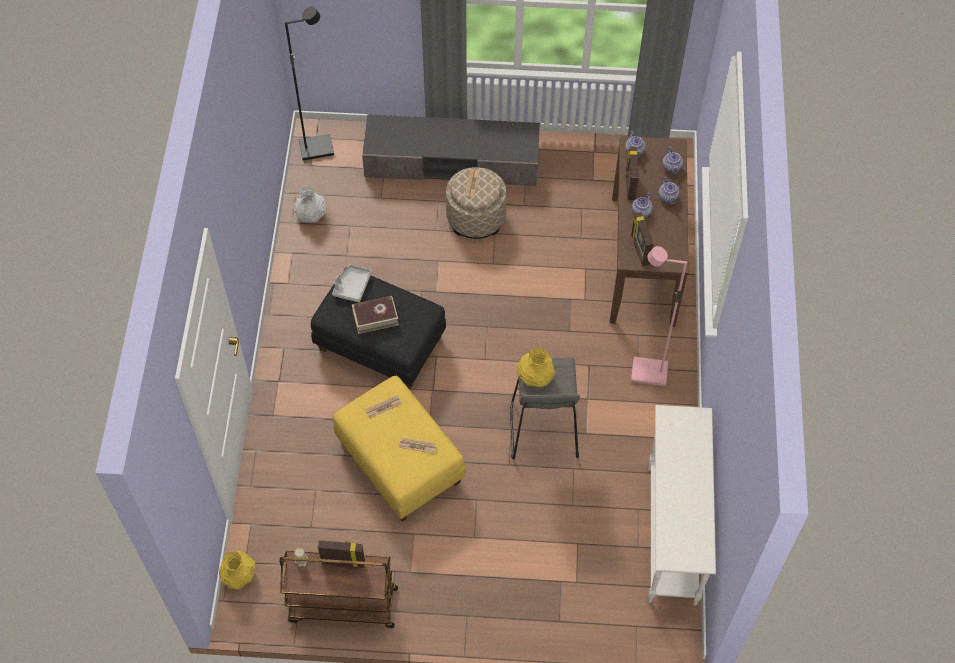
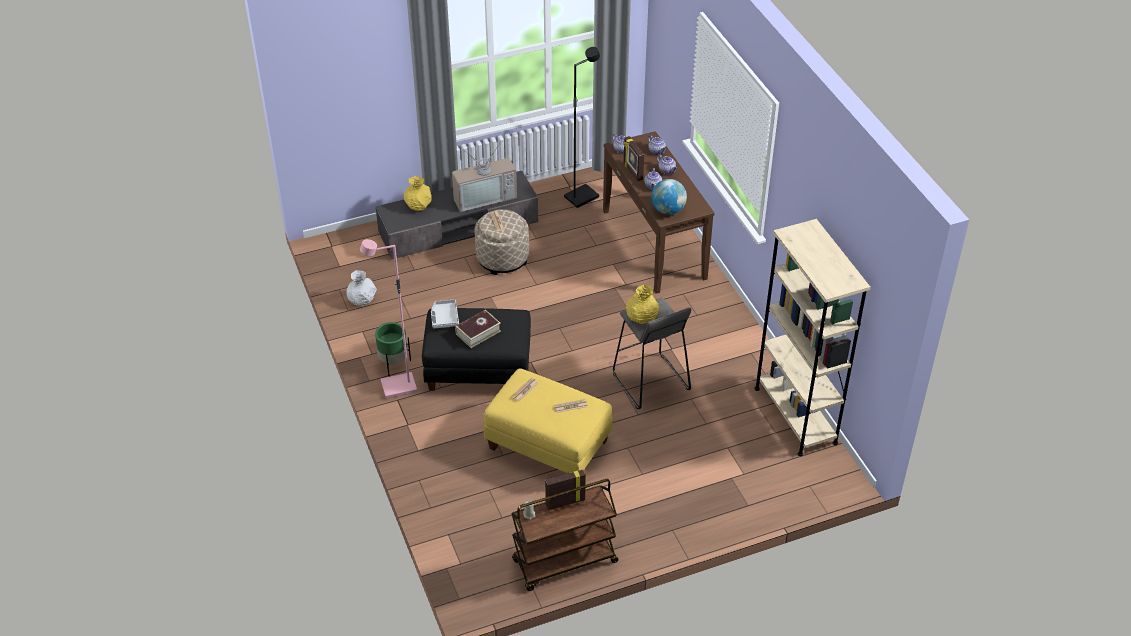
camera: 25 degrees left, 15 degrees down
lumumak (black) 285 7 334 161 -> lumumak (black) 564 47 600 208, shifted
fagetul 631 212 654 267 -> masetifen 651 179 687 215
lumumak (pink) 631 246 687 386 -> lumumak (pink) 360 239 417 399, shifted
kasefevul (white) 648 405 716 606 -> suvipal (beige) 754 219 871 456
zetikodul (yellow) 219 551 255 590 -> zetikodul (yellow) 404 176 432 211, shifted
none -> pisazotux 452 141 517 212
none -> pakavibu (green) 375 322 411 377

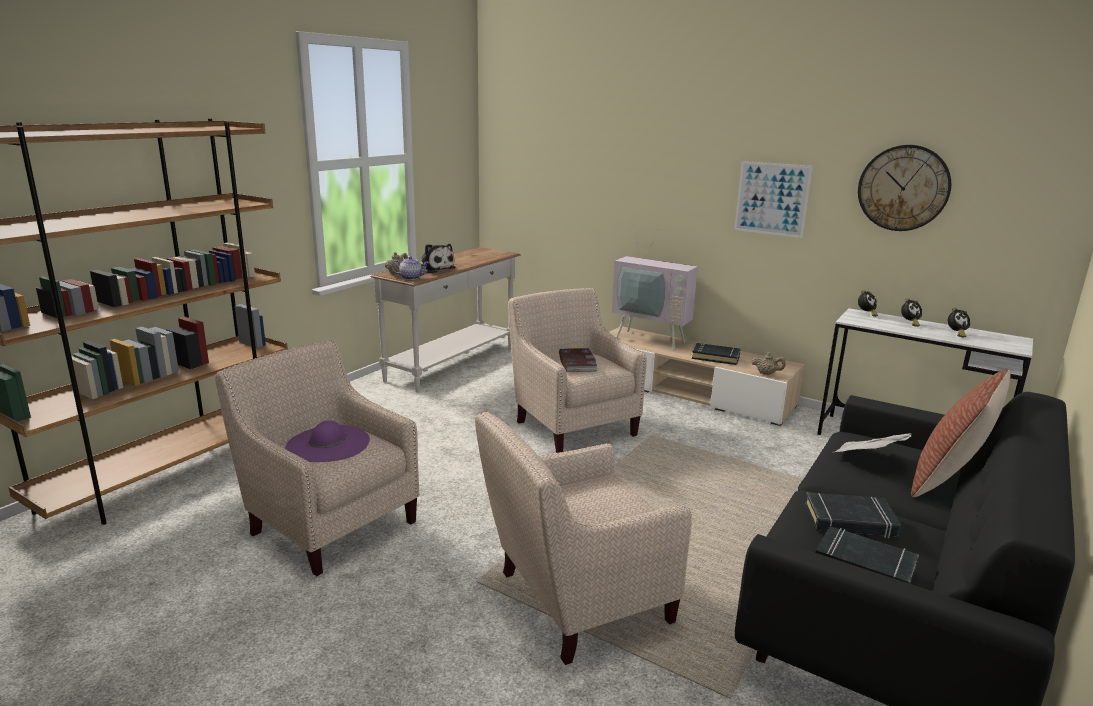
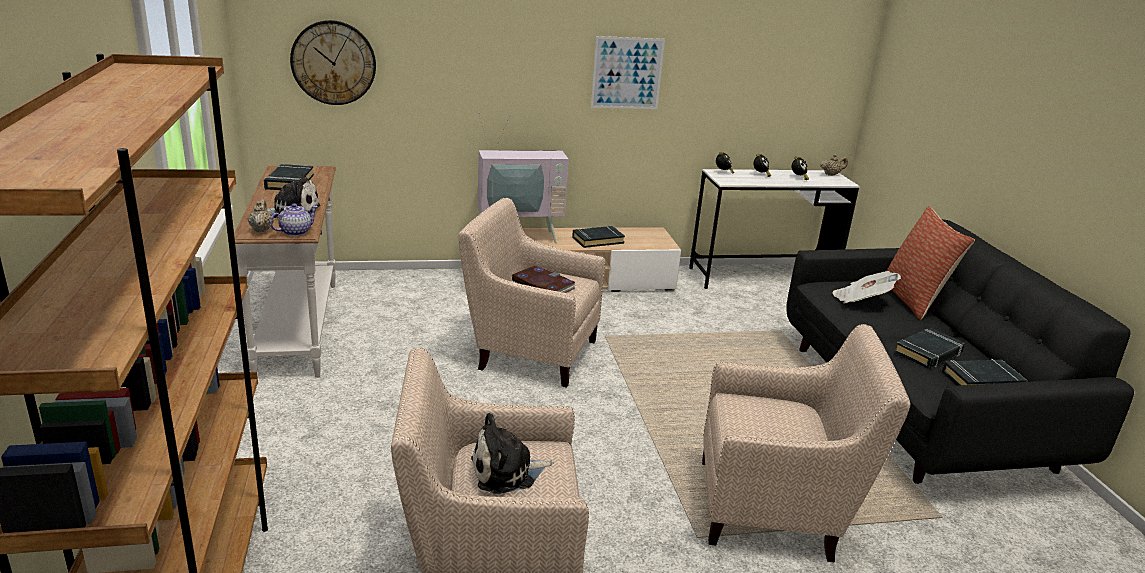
camera: 45 degrees left, 5 degrees up
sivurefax 858 145 951 231 -> sivurefax 290 20 376 105, shifted
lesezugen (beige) 752 352 785 375 -> lesezugen (beige) 820 154 848 176, shifted
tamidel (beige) 475 412 692 665 -> tamidel (beige) 702 324 910 562, 105 degrees counterclockwise
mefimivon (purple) 286 420 370 462 -> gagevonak 471 413 554 494
none -> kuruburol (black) 264 164 314 190

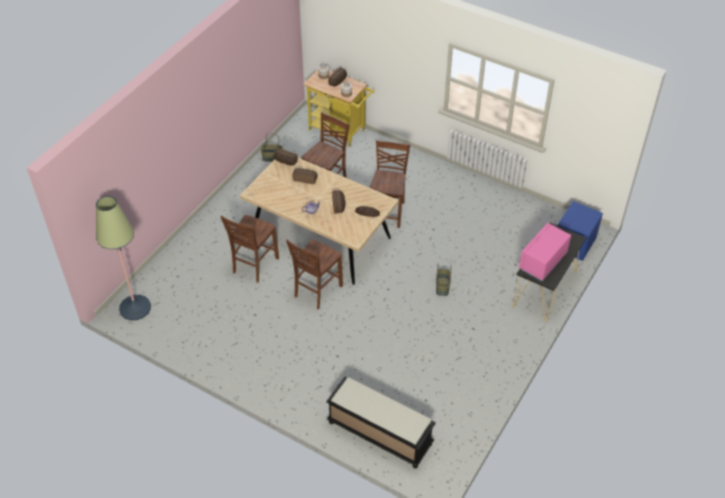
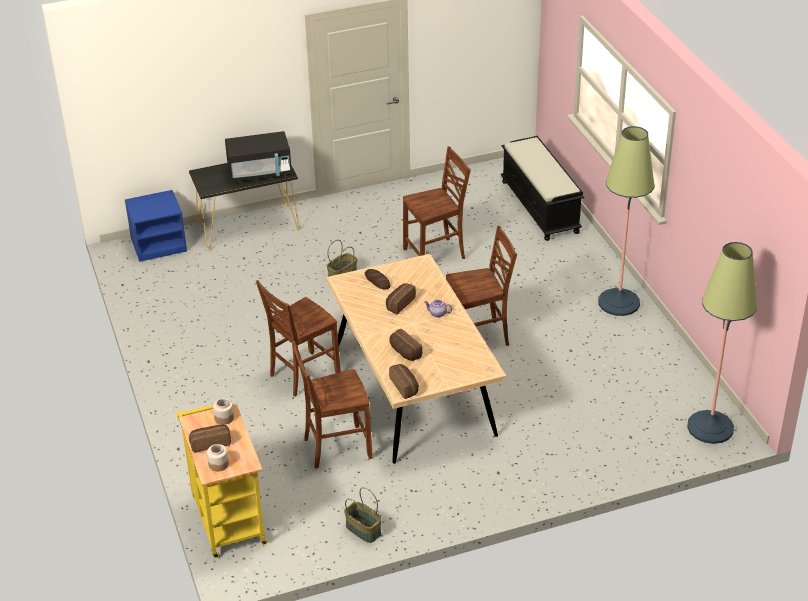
camera: 140 degrees left, 10 degrees down
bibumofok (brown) 221 215 279 283 -> bibumofok (brown) 403 146 471 259, shifted
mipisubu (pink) 519 223 571 281 -> mipisubu (black) 225 131 292 183
none -> lumumak 598 126 655 316

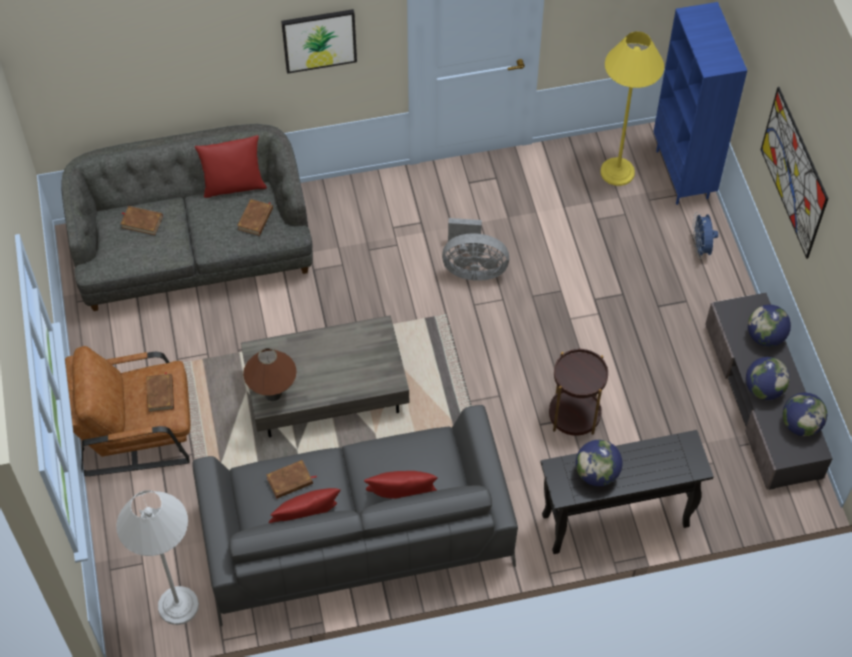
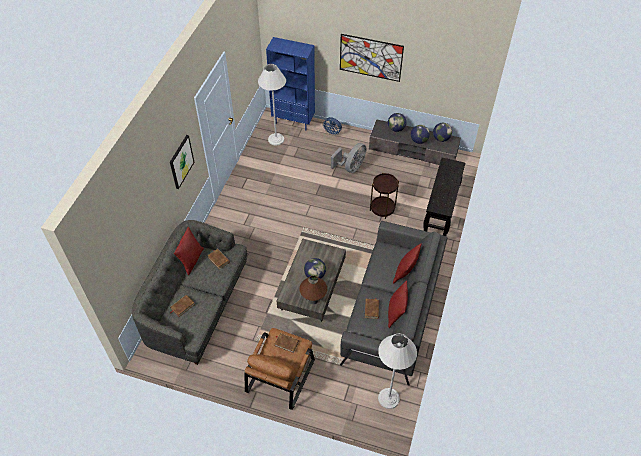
camera: 60 degrees left, 5 degrees down
lumumak (yellow) 600 31 664 186 -> lumumak (white) 258 64 286 145
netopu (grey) 442 218 509 281 -> netopu (grey) 331 143 366 173, shifted
masetifen 576 440 622 486 -> masetifen 304 258 326 280, shifted

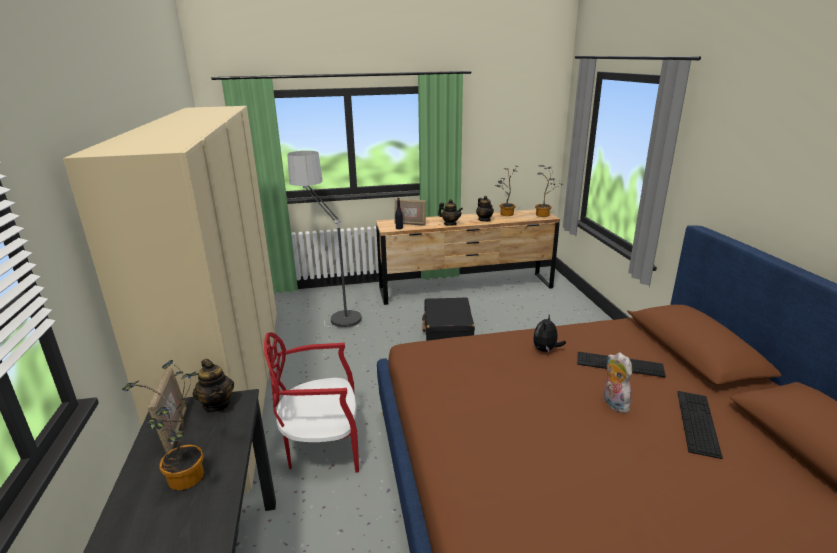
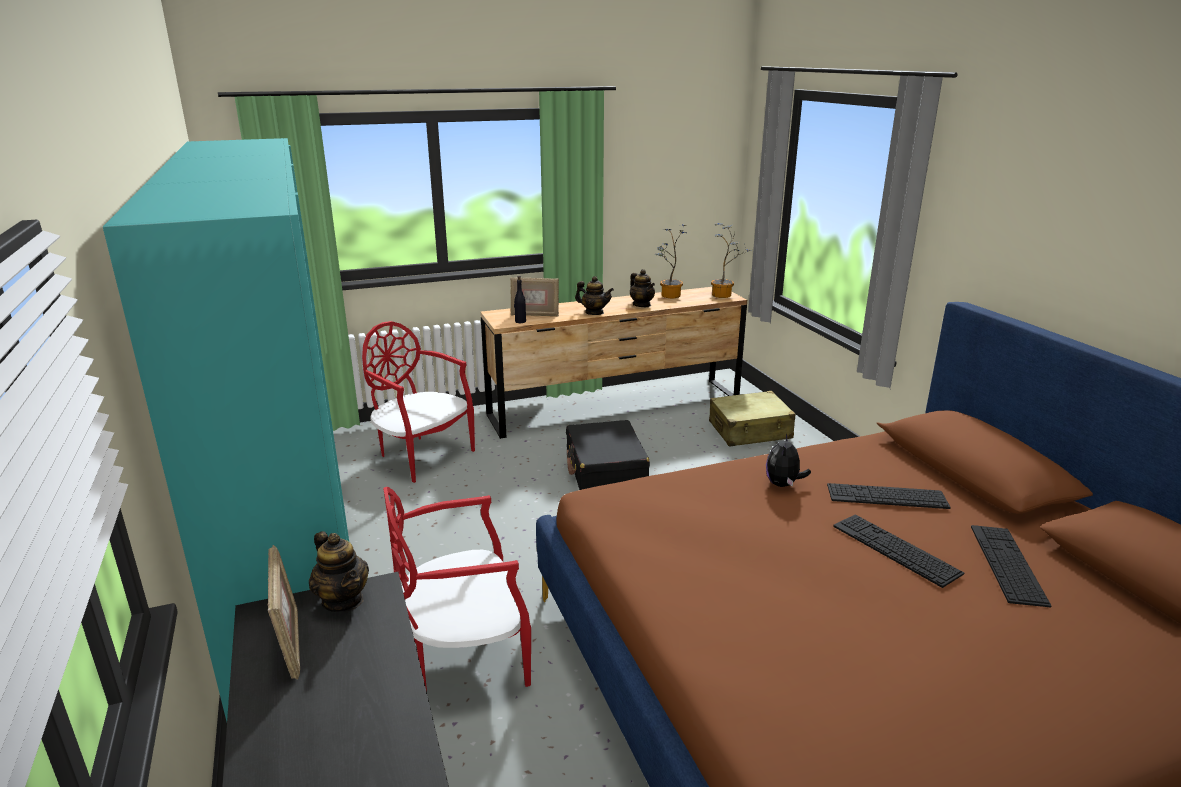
camera: 10 degrees left, 0 degrees up
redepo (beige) 63 106 277 494 -> redepo (turquoise) 103 138 349 721
lumumak 287 151 362 329 -> bibumofok (red) 362 321 475 483
gagevonak 604 352 632 413 -> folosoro 833 515 964 588
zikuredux 122 360 204 490 -> none
none -> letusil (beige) 709 391 796 447

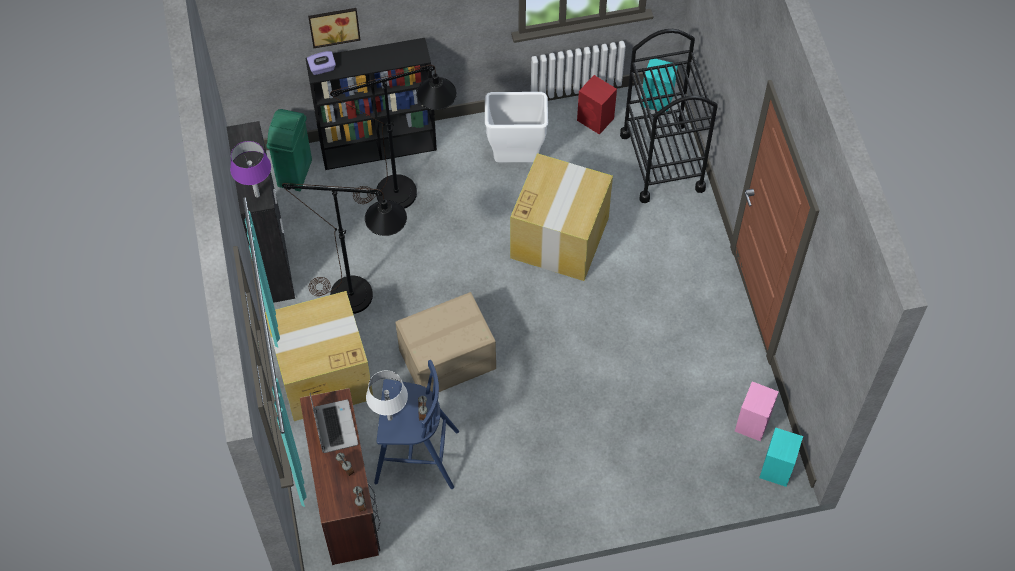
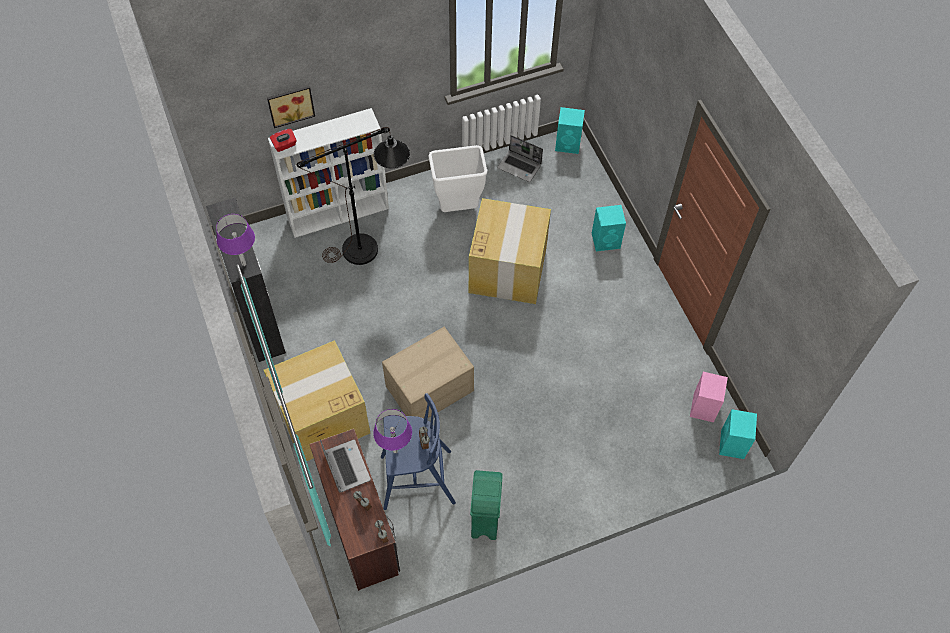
camera: 10 degrees left, 0 degrees up
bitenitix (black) 620 29 718 203 -> none
suvipal (black) 306 38 437 170 -> suvipal (white) 268 108 389 238
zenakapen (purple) 307 51 336 75 -> zenakapen (red) 270 129 297 152
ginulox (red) 577 75 617 135 -> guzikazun 498 135 543 182
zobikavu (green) 267 109 312 191 -> zobikavu (green) 470 470 503 540, shifted
lumumak (black) 282 183 407 314 -> none
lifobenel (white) 366 371 408 421 -> lifobenel (purple) 373 409 412 453
none -> ginulox (turquoise) 592 205 626 251

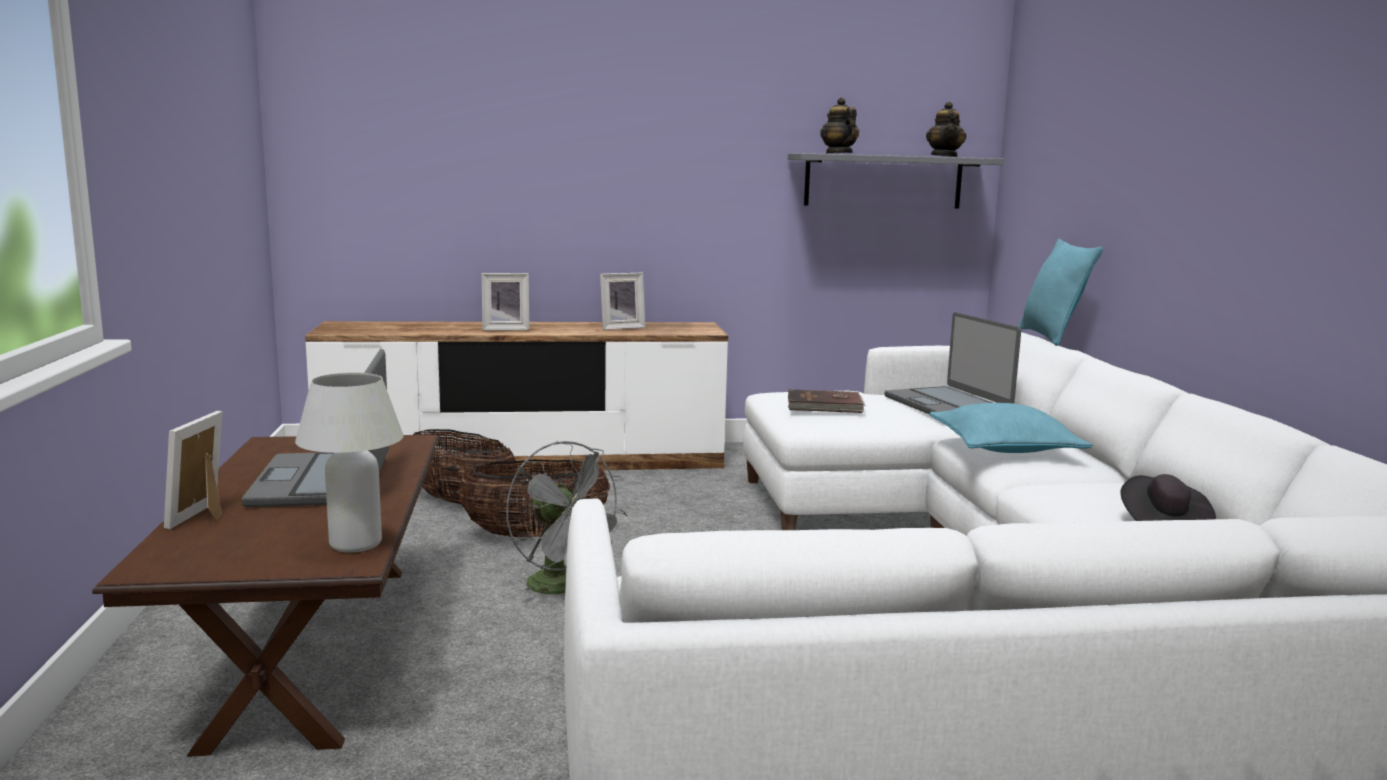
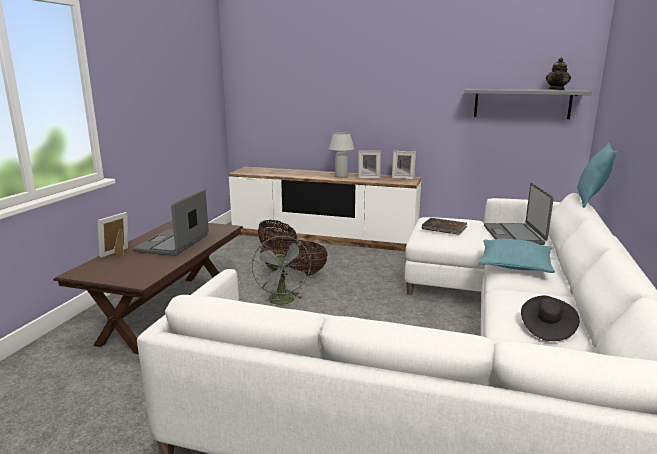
camera: 25 degrees right, 5 degrees up
lesezugen 820 97 859 154 -> none
fagetul 482 273 529 331 -> fagetul 392 151 416 179, shifted
lifobenel (white) 295 373 404 552 -> lifobenel (white) 329 132 355 178, shifted

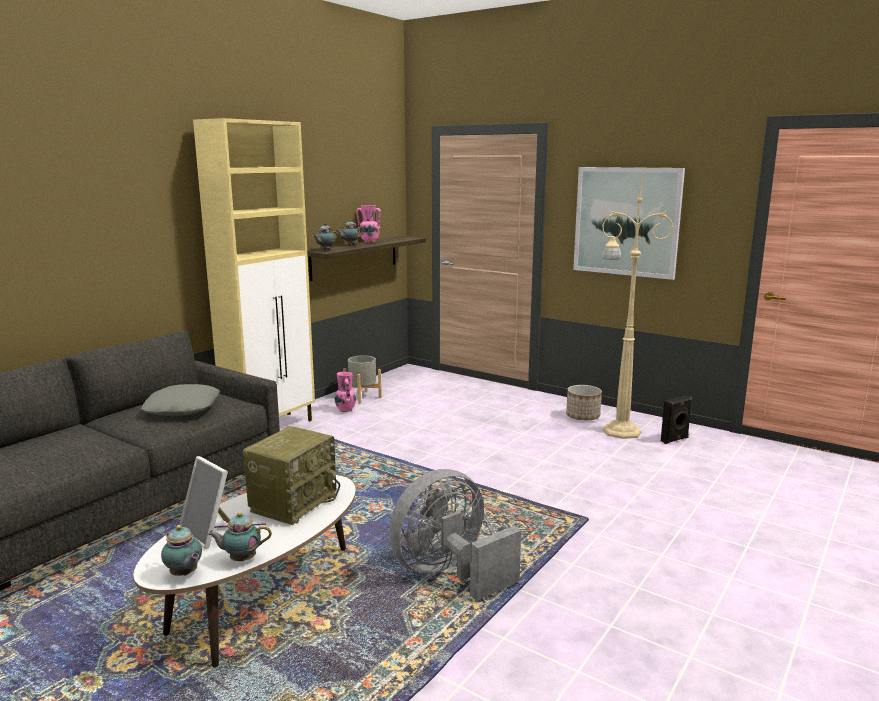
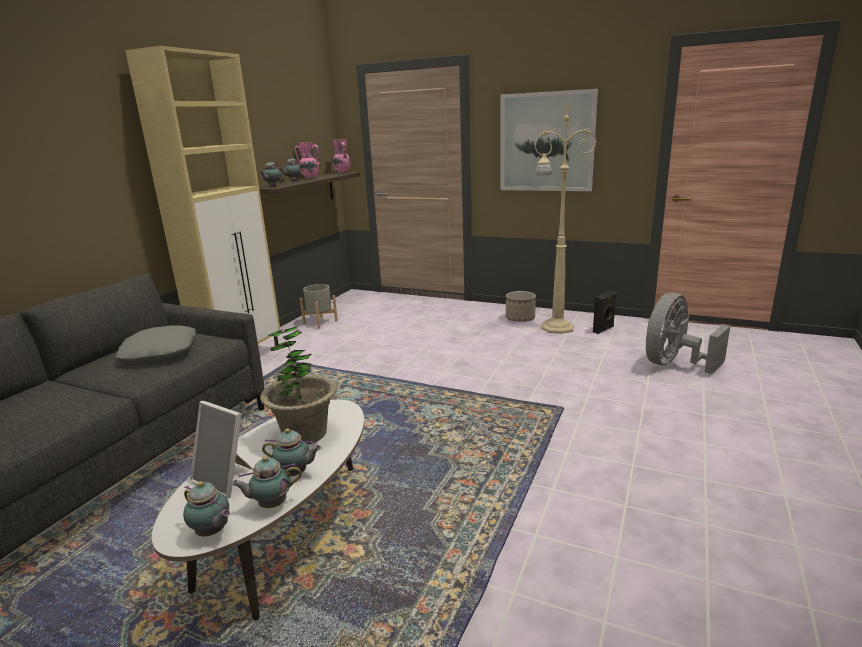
camera: 10 degrees left, 5 degrees up
zetikodul (pink) 335 372 356 412 -> zetikodul (pink) 333 139 351 173, shifted
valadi 243 426 340 525 -> zikuredux 260 324 337 445
netopu (grey) 389 469 521 601 -> netopu (grey) 646 293 730 374, shifted
none -> lesezugen 262 428 321 476

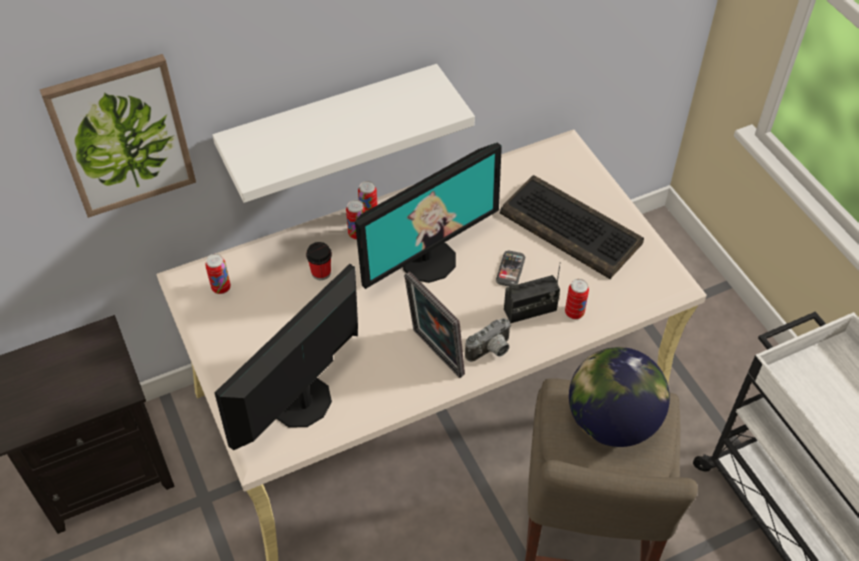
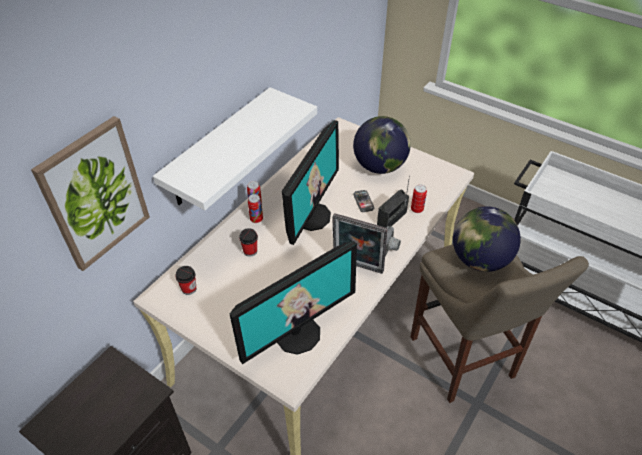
camera: 30 degrees left, 5 degrees down
folosoro 500 175 644 279 -> masetifen 353 116 411 174
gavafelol 205 254 231 294 -> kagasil 176 266 197 295
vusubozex 215 264 358 450 -> vusubozex 230 241 357 364, 135 degrees counterclockwise

